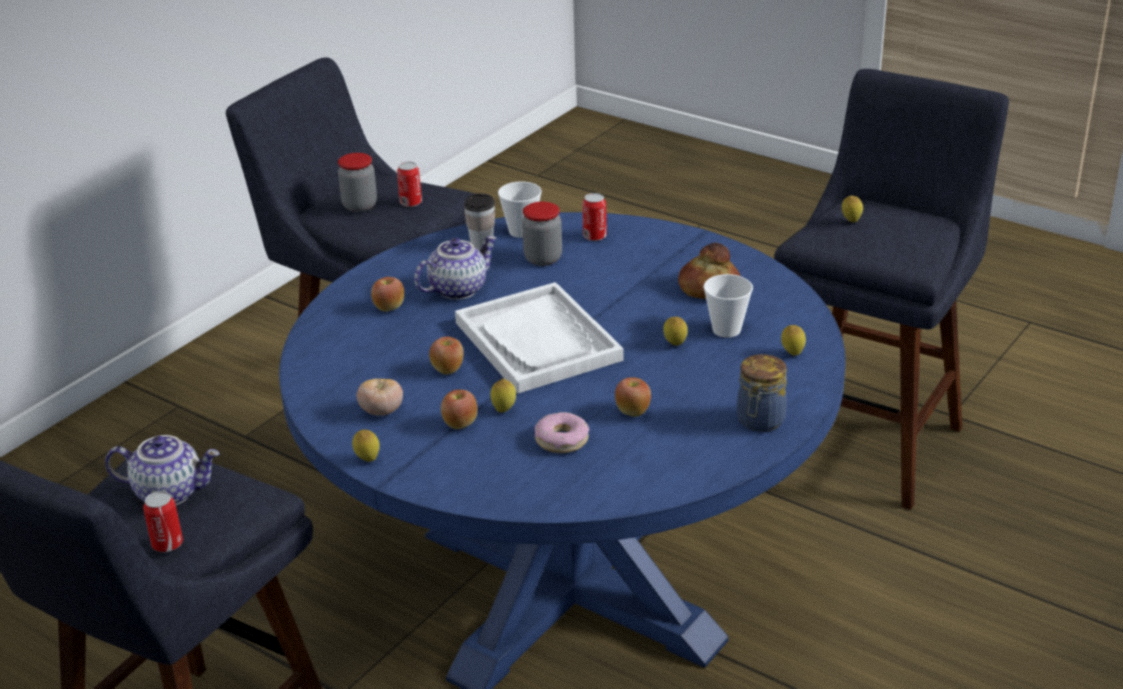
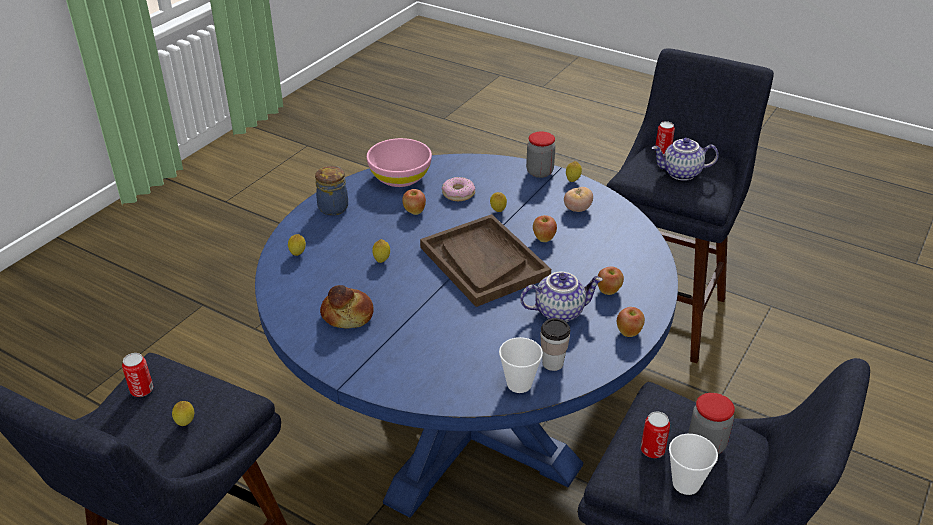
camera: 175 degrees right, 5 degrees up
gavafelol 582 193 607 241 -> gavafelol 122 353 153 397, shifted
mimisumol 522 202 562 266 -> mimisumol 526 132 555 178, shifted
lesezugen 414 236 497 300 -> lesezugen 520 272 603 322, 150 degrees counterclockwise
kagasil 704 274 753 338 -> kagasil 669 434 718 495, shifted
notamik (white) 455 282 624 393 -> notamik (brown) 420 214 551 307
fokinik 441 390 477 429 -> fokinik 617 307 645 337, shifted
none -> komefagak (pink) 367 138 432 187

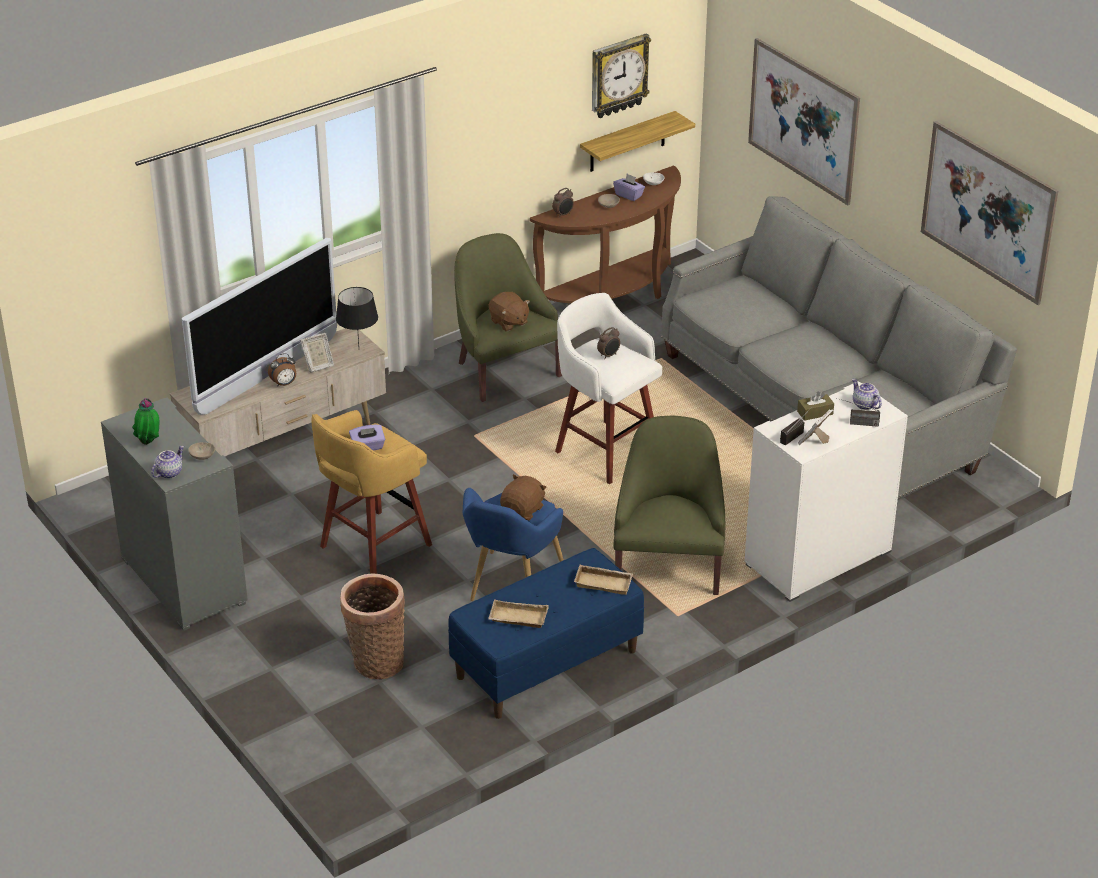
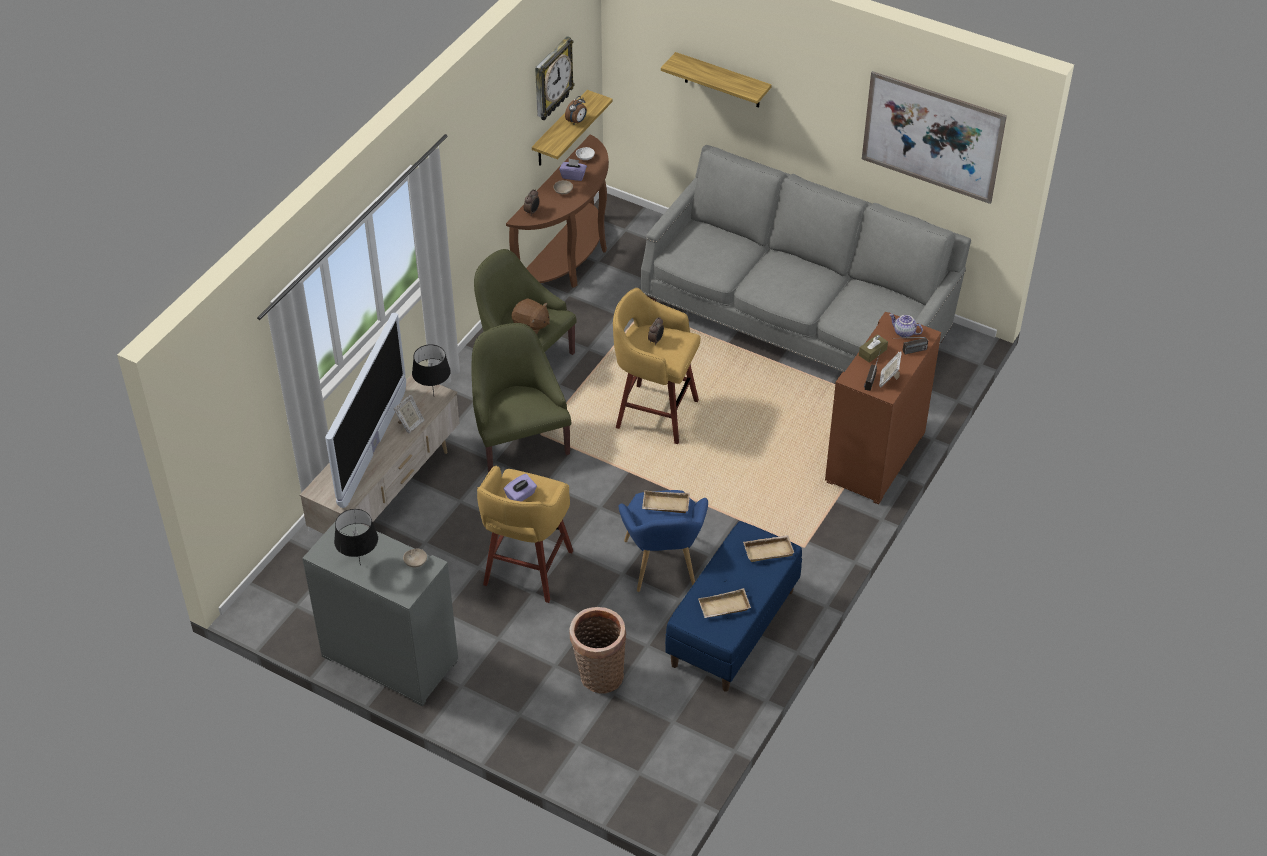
camera: 25 degrees left, 10 degrees up
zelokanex 748 38 860 205 -> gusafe 661 52 772 108
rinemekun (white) 555 293 662 484 -> rinemekun (yellow) 613 288 701 444
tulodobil 268 353 296 387 -> tulodobil 565 96 587 124, shifted
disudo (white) 745 381 908 602 -> disudo (brown) 825 312 941 505
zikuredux 132 398 160 445 -> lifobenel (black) 334 509 378 565
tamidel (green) 614 416 725 595 -> tamidel (green) 472 323 571 473, shifted
lesezugen 151 446 184 479 -> none
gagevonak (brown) 500 474 547 520 -> notamik (beige) 642 490 690 513

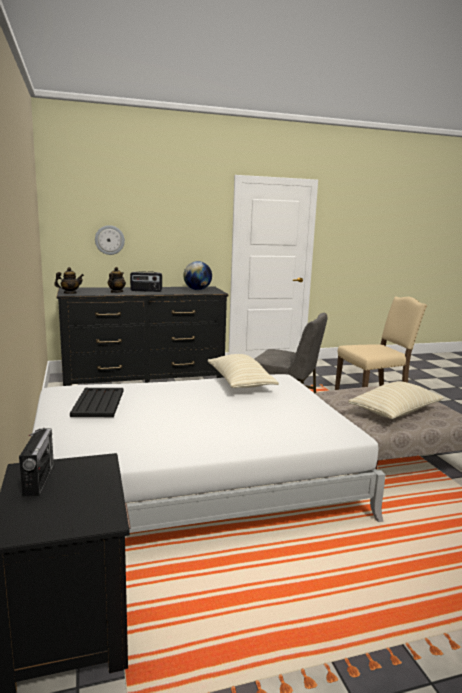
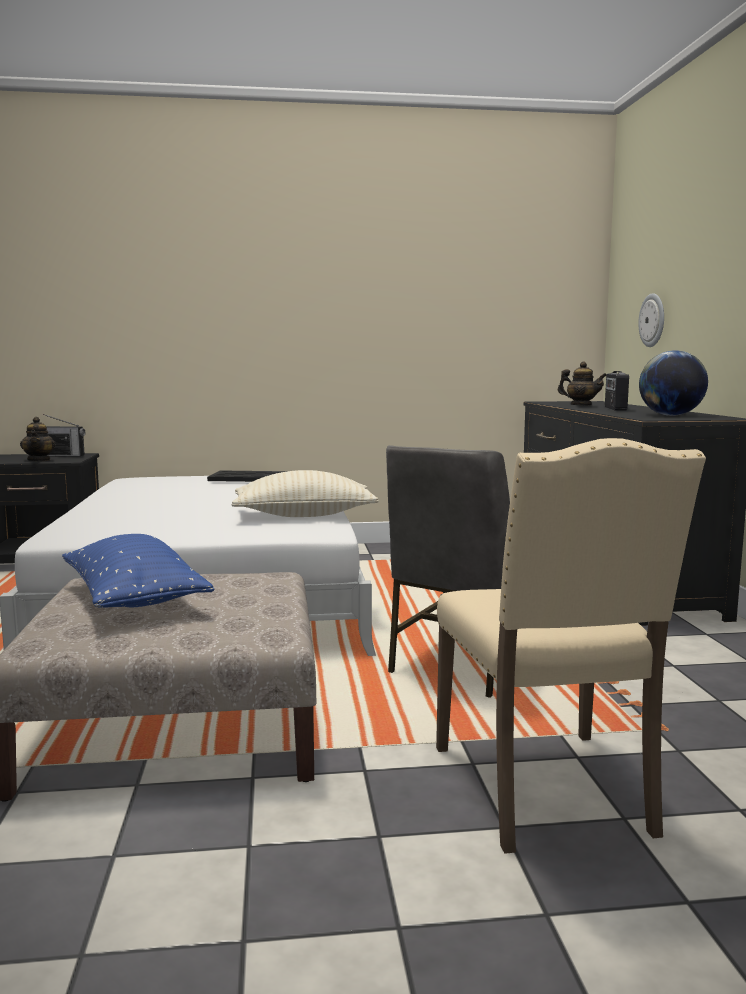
camera: 100 degrees right, 5 degrees down
lesezugen 54 267 84 294 -> lesezugen 20 417 56 461, shifted
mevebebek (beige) 348 381 444 419 -> mevebebek (blue) 62 534 214 608

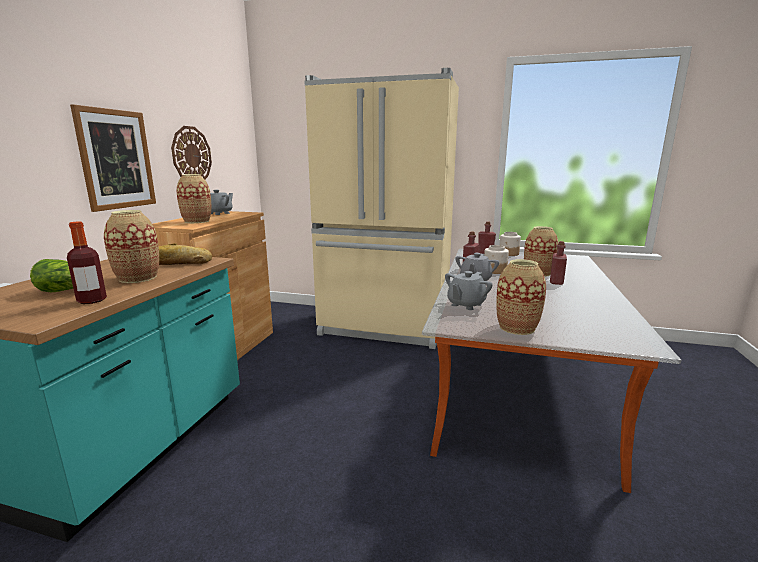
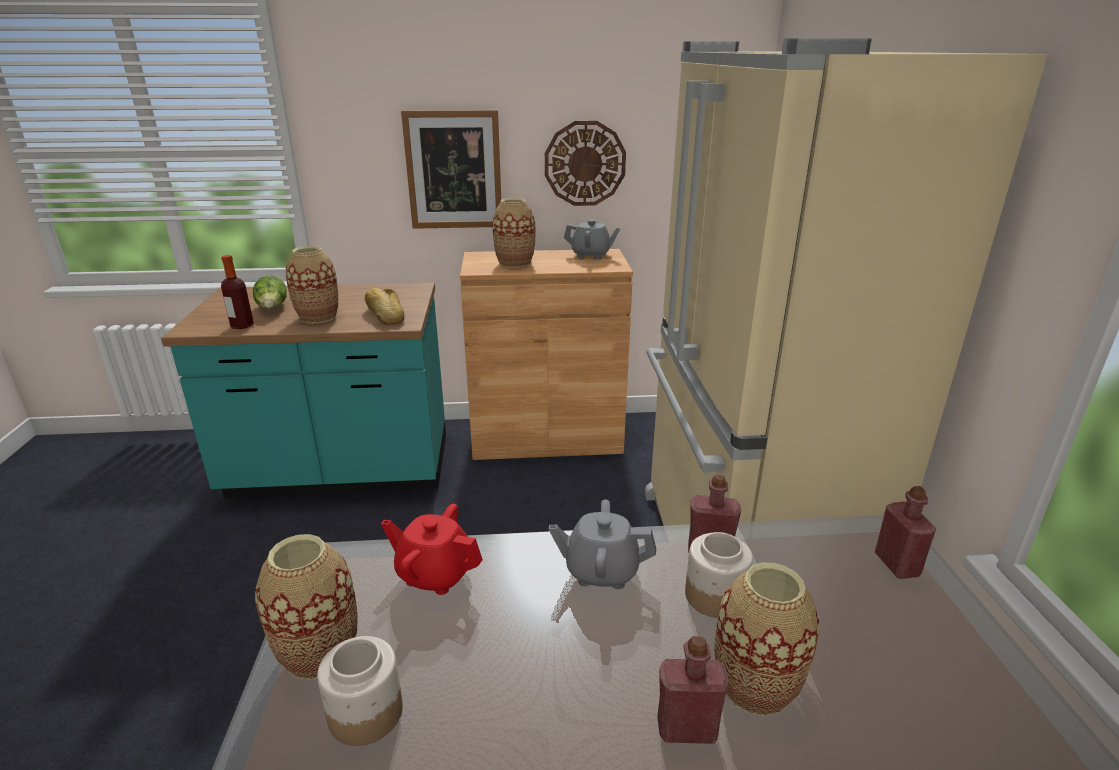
camera: 70 degrees right, 10 degrees up
mimisumol 499 232 521 256 -> mimisumol 317 636 403 746, shifted
lesezugen (grey) 445 271 492 310 -> lesezugen (red) 381 504 483 595

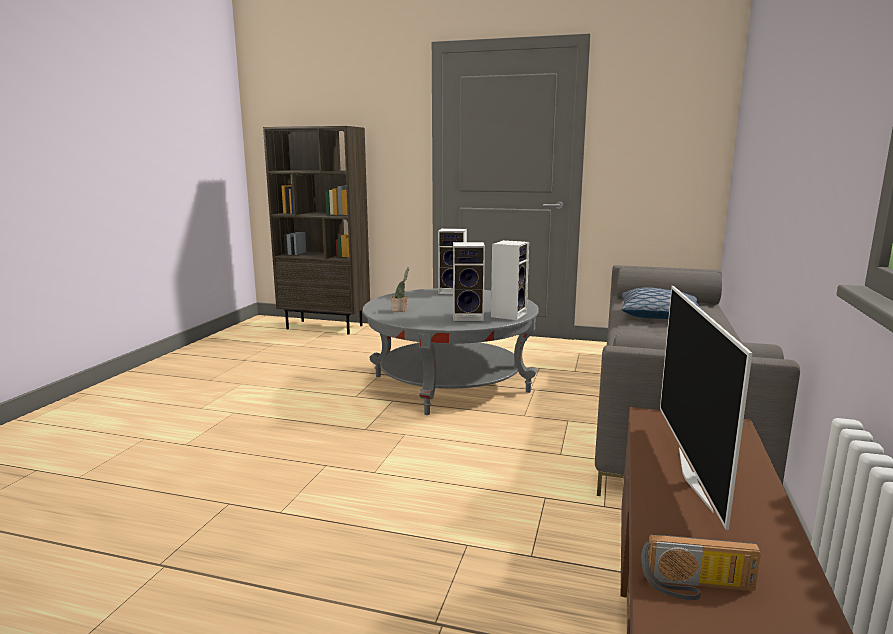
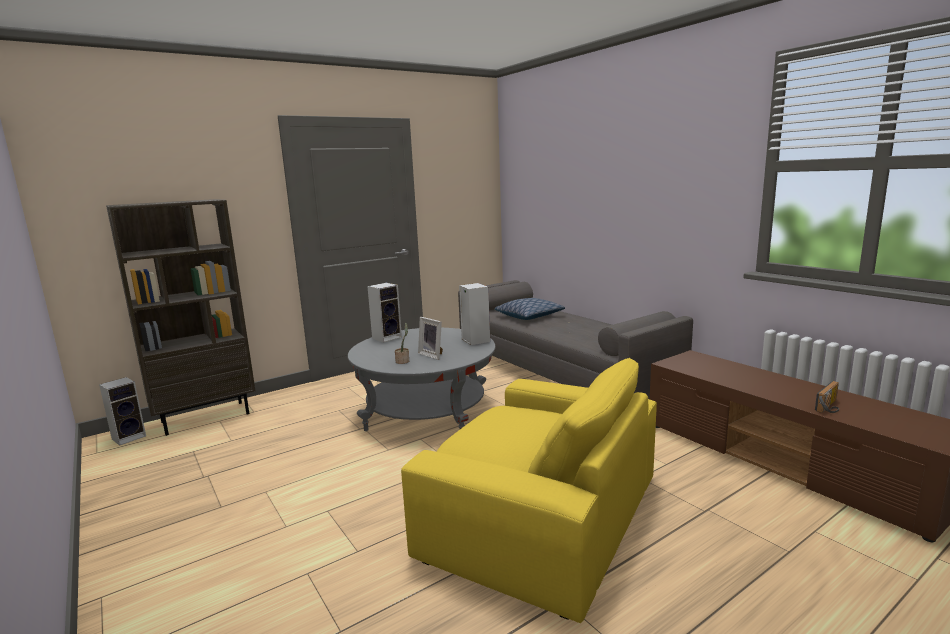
camera: 50 degrees left, 0 degrees up
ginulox 453 242 485 321 -> ginulox 99 377 146 446, shifted
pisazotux 660 286 752 530 -> none
none -> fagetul 418 317 443 360
none -> tamidel (yellow) 401 358 657 623

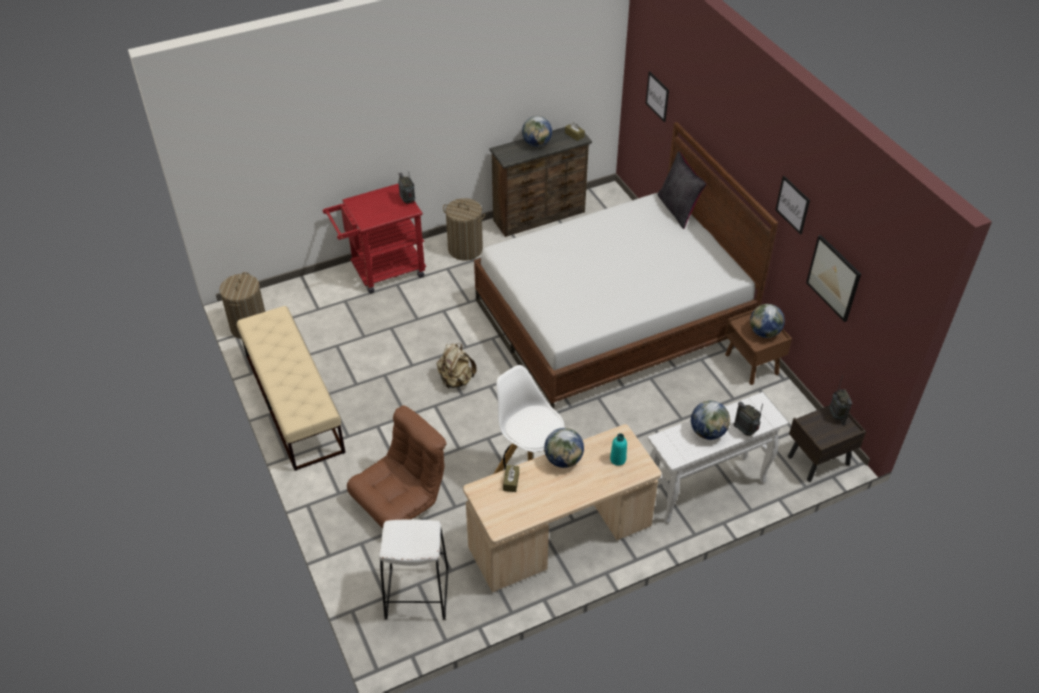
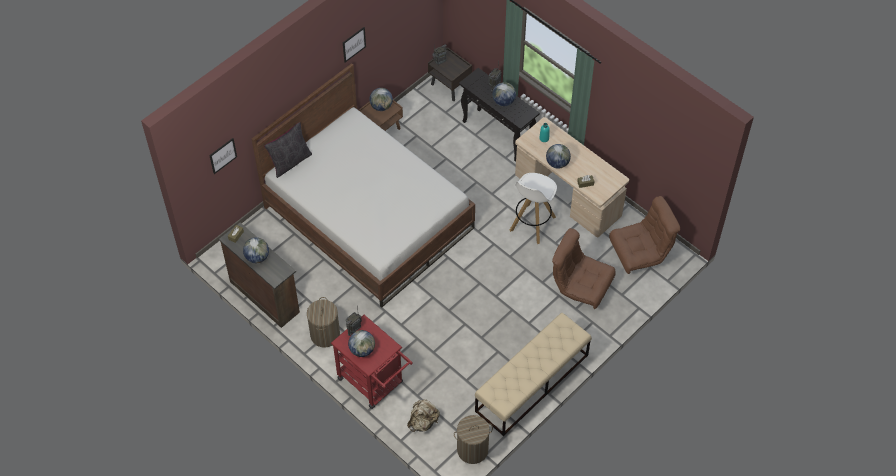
camera: 110 degrees left, 10 degrees up
zelokanex 806 235 861 322 -> none
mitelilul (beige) 436 343 477 389 -> mitelilul (beige) 407 399 440 432, shifted
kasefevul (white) 647 392 789 523 -> kasefevul (black) 459 68 540 162
rinemekun (white) 379 519 448 620 -> tamidel (brown) 609 196 680 274
none -> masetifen 348 330 375 357

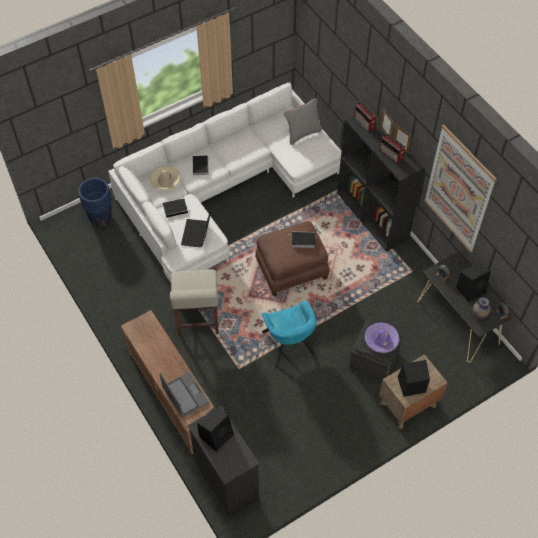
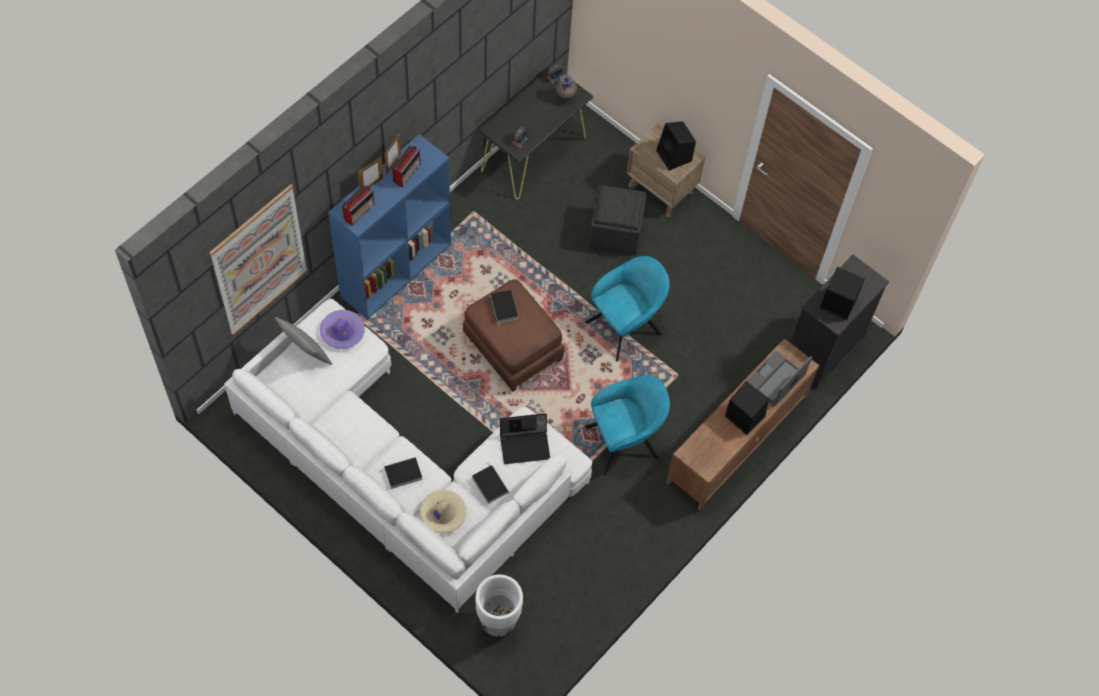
camera: 110 degrees left, 5 degrees up
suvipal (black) 337 108 425 252 -> suvipal (blue) 328 134 451 319
zelokanex 424 124 496 252 -> zelokanex 210 184 308 335, shifted
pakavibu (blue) 78 178 112 227 -> pakavibu (white) 475 574 523 637
ginulox (black) 456 263 491 302 -> ginulox (black) 725 381 769 435, shifted
rinemekun (beige) 170 269 219 337 -> tamidel (turquoise) 584 375 670 475
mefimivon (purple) 365 322 400 353 -> mefimivon (purple) 320 310 365 349, shifted

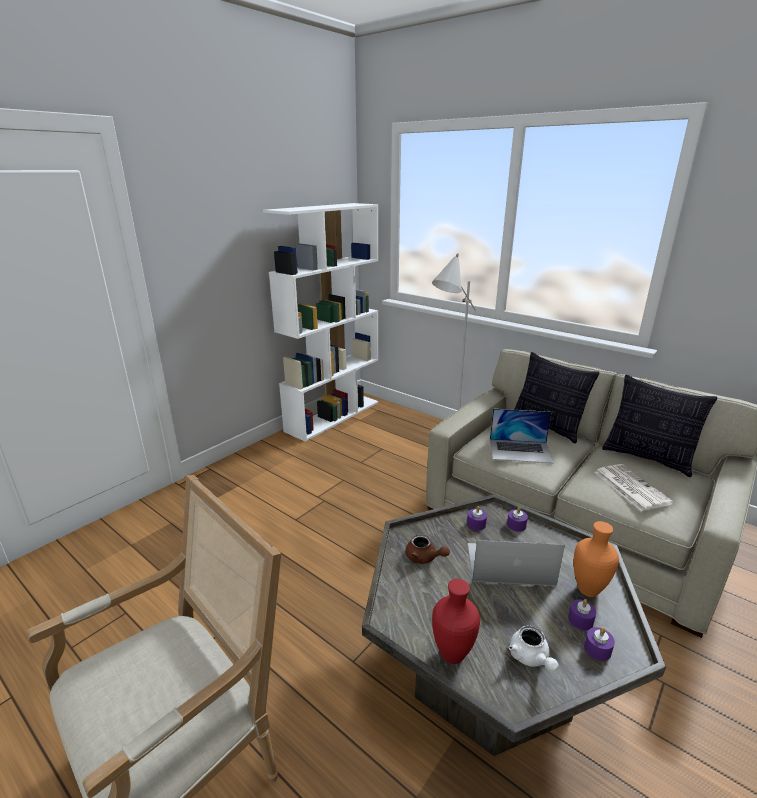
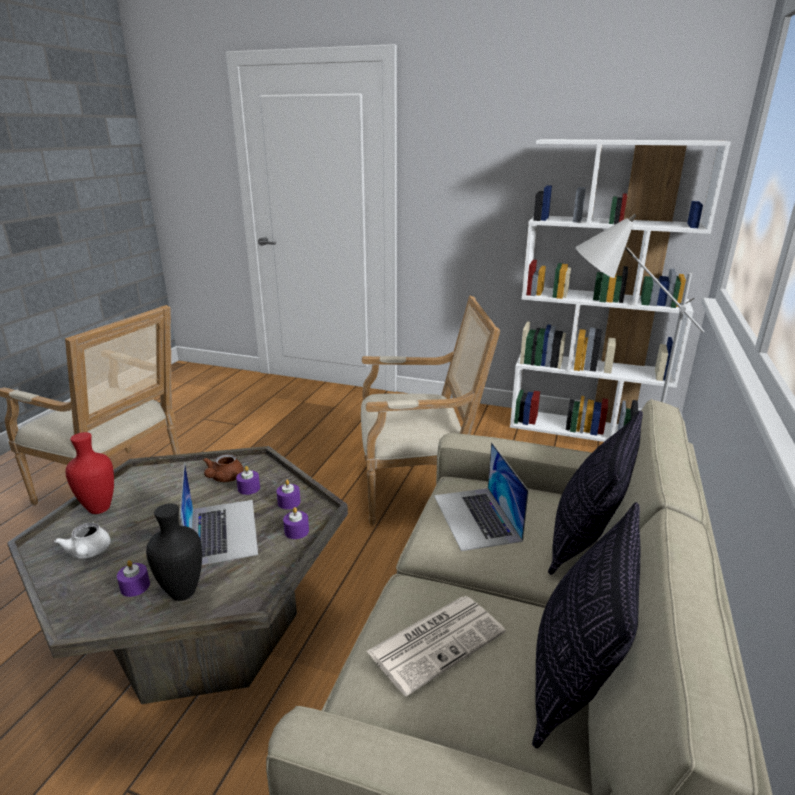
camera: 70 degrees right, 0 degrees up
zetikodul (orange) 574 521 619 597 -> zetikodul (black) 146 503 202 601
lesezugen (white) 509 625 559 672 -> lesezugen (white) 54 523 111 559, 75 degrees counterclockwise
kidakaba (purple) 584 627 615 661 -> kidakaba (purple) 236 466 260 495, shifted
none -> tamidel 361 295 500 525

